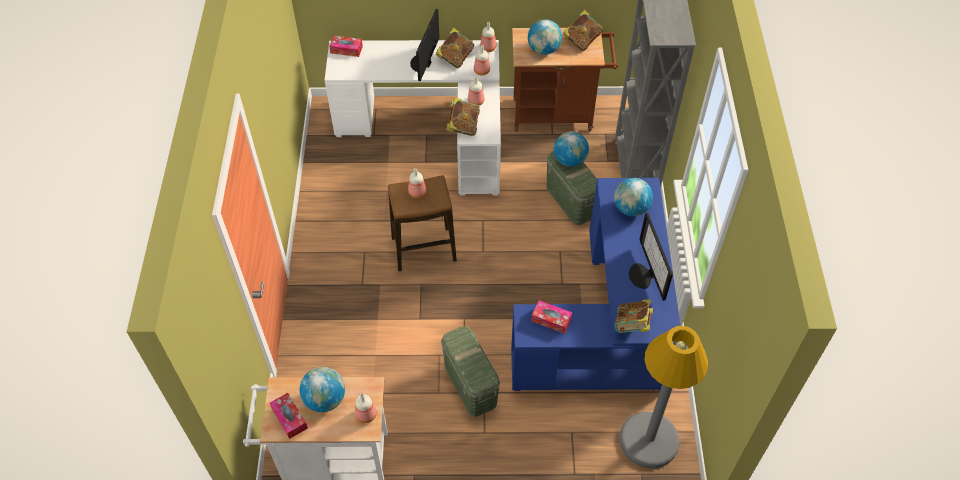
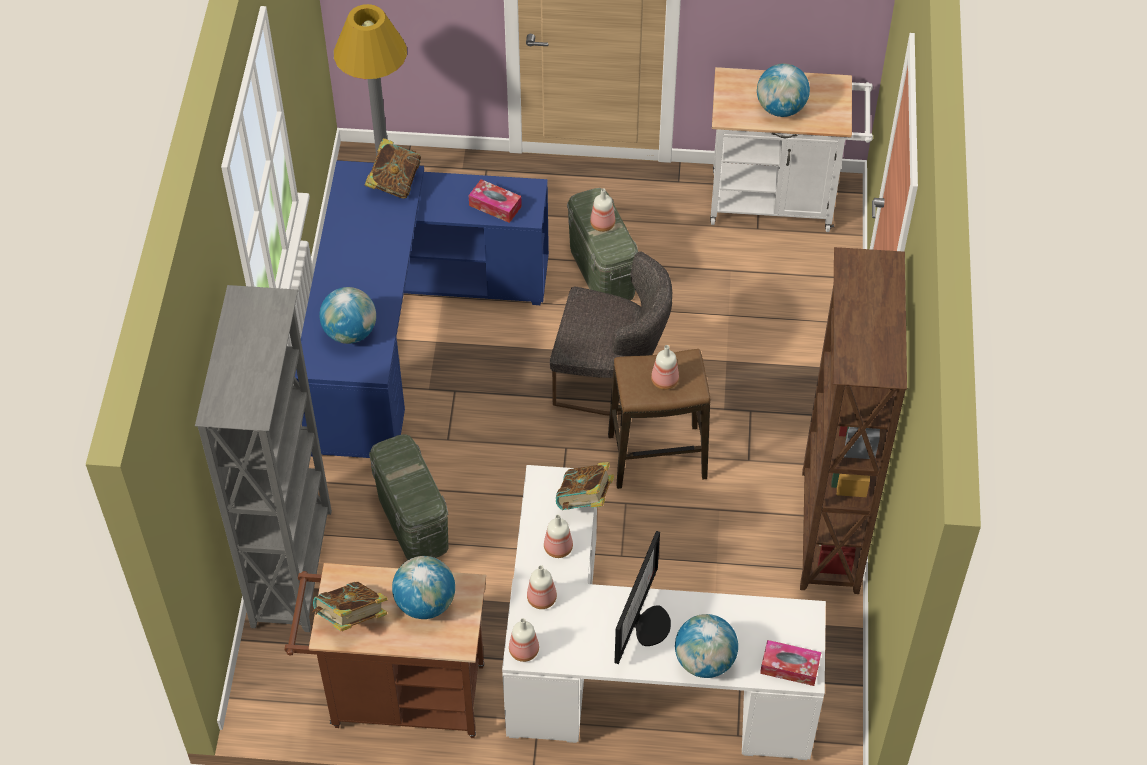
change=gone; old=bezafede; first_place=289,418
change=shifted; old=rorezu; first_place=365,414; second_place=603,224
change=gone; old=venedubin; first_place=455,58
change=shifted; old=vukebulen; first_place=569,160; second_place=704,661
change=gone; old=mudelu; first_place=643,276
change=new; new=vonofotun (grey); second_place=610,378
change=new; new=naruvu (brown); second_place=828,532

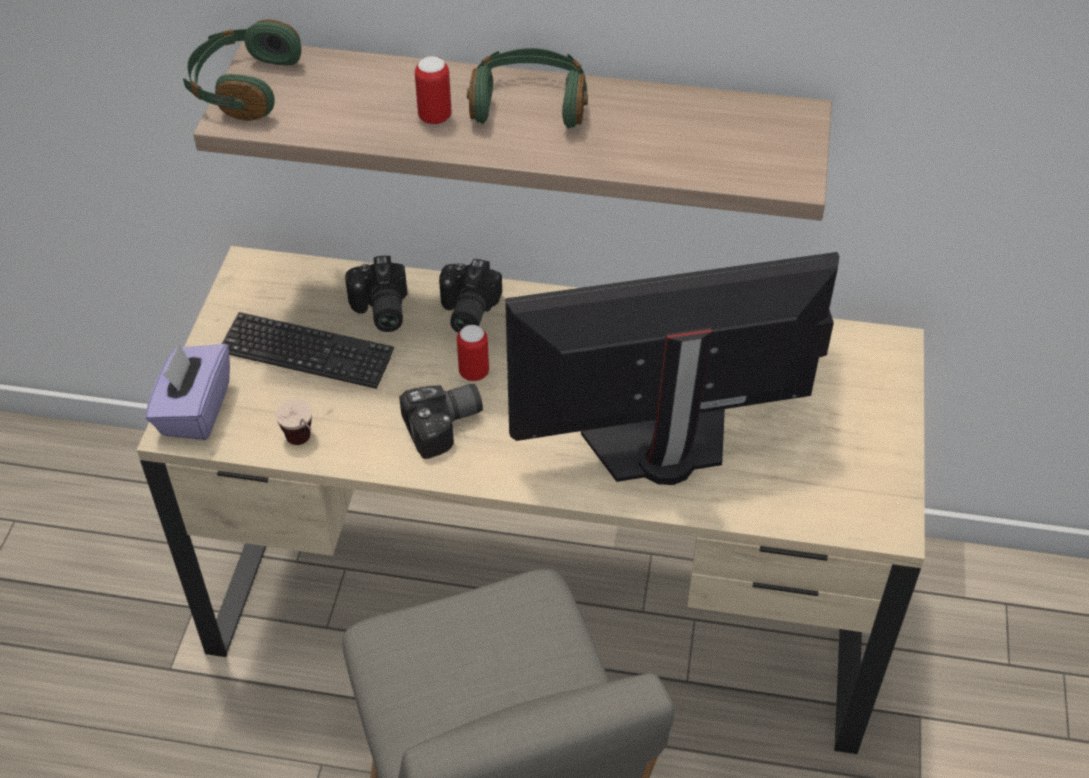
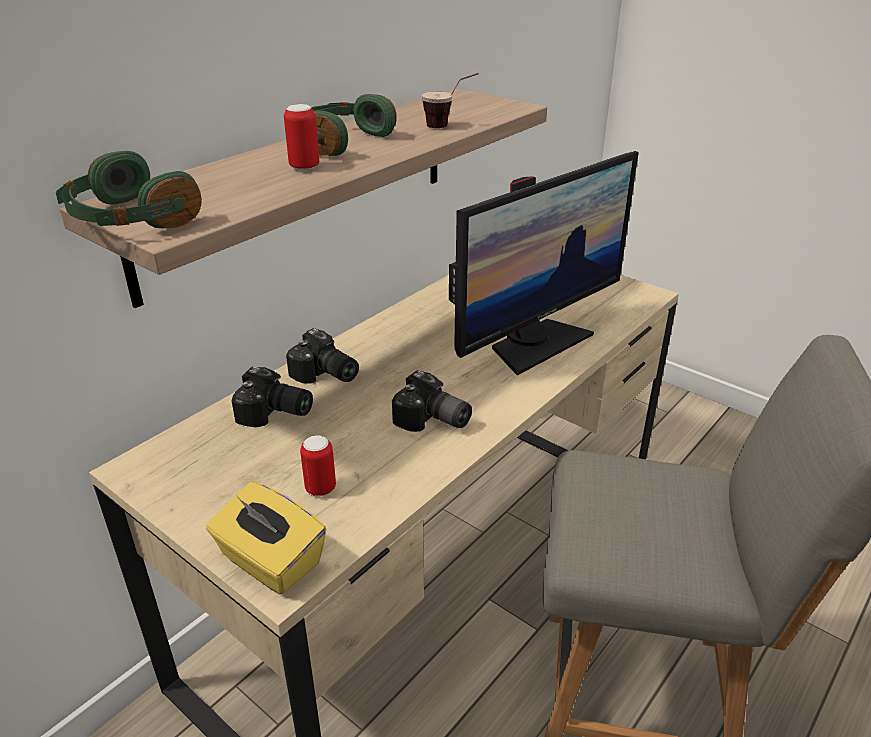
change=repainted; old=bezafede (purple); new=bezafede (yellow); first_place=194,410; second_place=270,561
change=gone; old=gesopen; first_place=306,353
change=shifted; old=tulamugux; first_place=304,446; second_place=449,126
change=rotated; old=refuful; first_place=445,427; second_place=432,421; degrees=120
change=shifted; old=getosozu; first_place=474,373; second_place=320,489
change=rotated; old=mudelu; first_place=662,452; second_place=535,342; degrees=-150

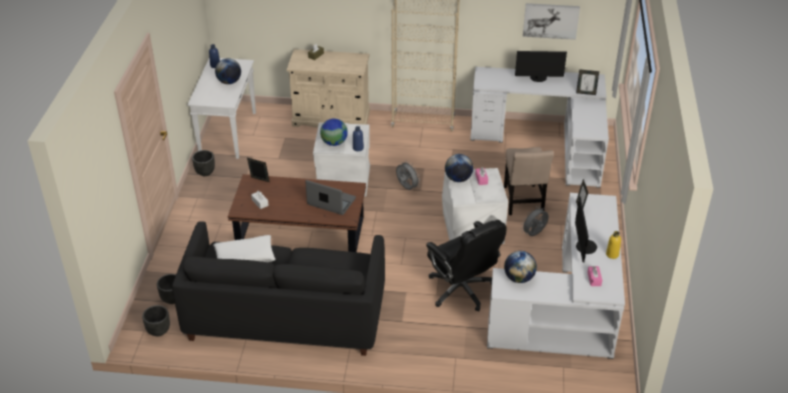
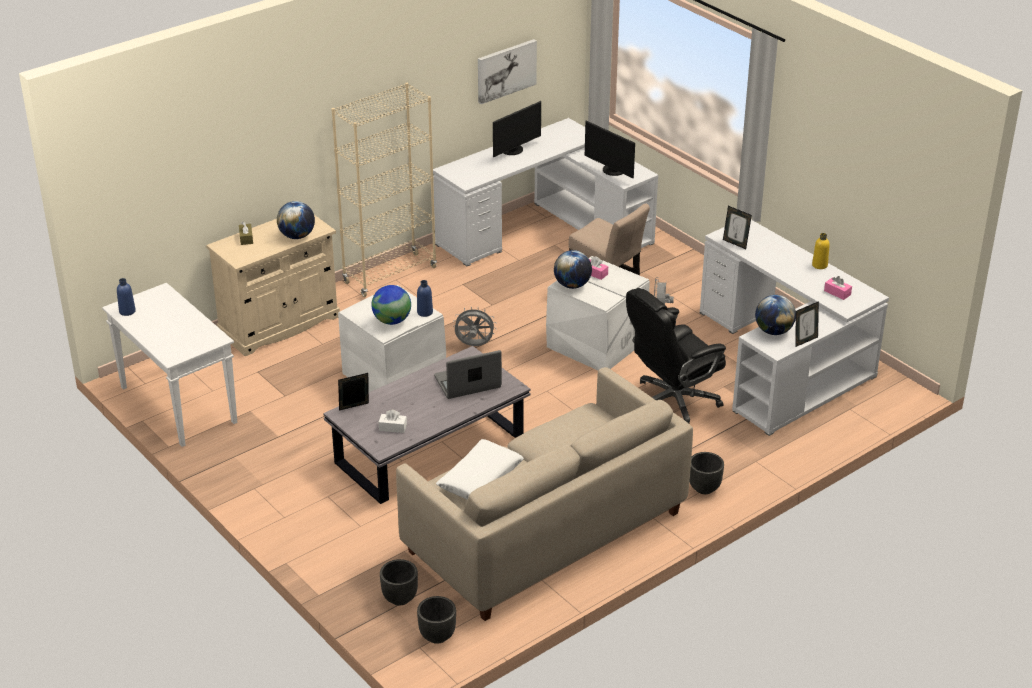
change=repainted; old=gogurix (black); new=gogurix (beige); first_place=285,315; second_place=545,532
change=shifted; old=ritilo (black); first_place=205,173; second_place=704,488
change=shifted; old=vukebulen; first_place=229,82; second_place=297,236
change=repainted; old=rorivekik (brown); new=rorivekik (grey); first_place=300,230; second_place=429,449
change=rotated; old=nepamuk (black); first_place=462,290; second_place=672,403; degrees=135
change=shifted; old=mudelu; first_place=583,247; second_place=612,171
change=shifted; old=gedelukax; first_place=586,93; second_place=805,341

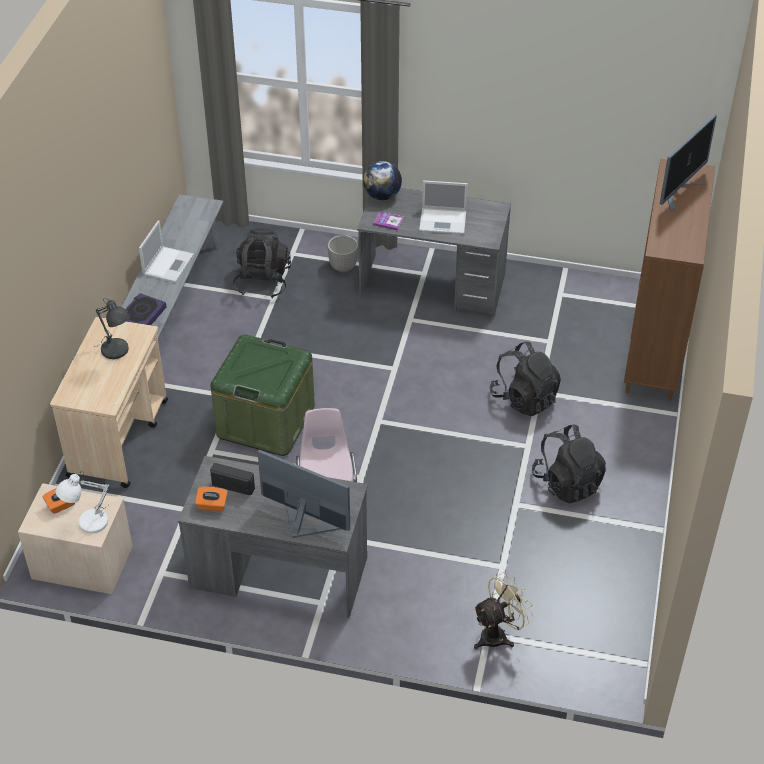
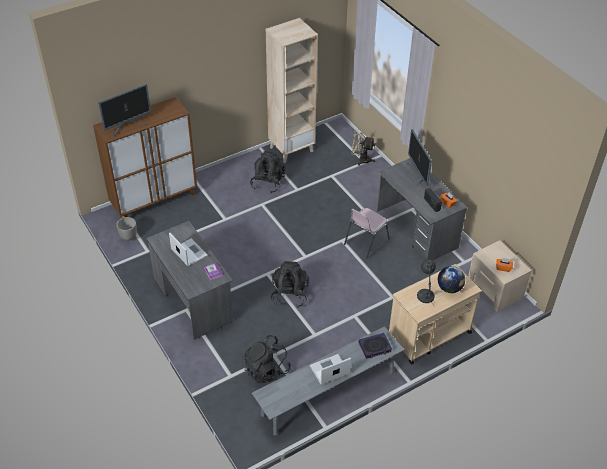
change=gone; old=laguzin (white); first_place=89,523
change=gone; old=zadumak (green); first_place=266,421
change=shifted; old=ritilo; first_place=343,267; second_place=129,236
change=shifted; old=vukebulen; first_place=382,196; second_place=449,288
change=shifted; old=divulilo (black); first_place=524,398; second_place=289,294
change=rotated; old=mudelu; first_place=679,191; second_place=127,125; degrees=150
change=new; new=naruvu (beige); second_place=291,149

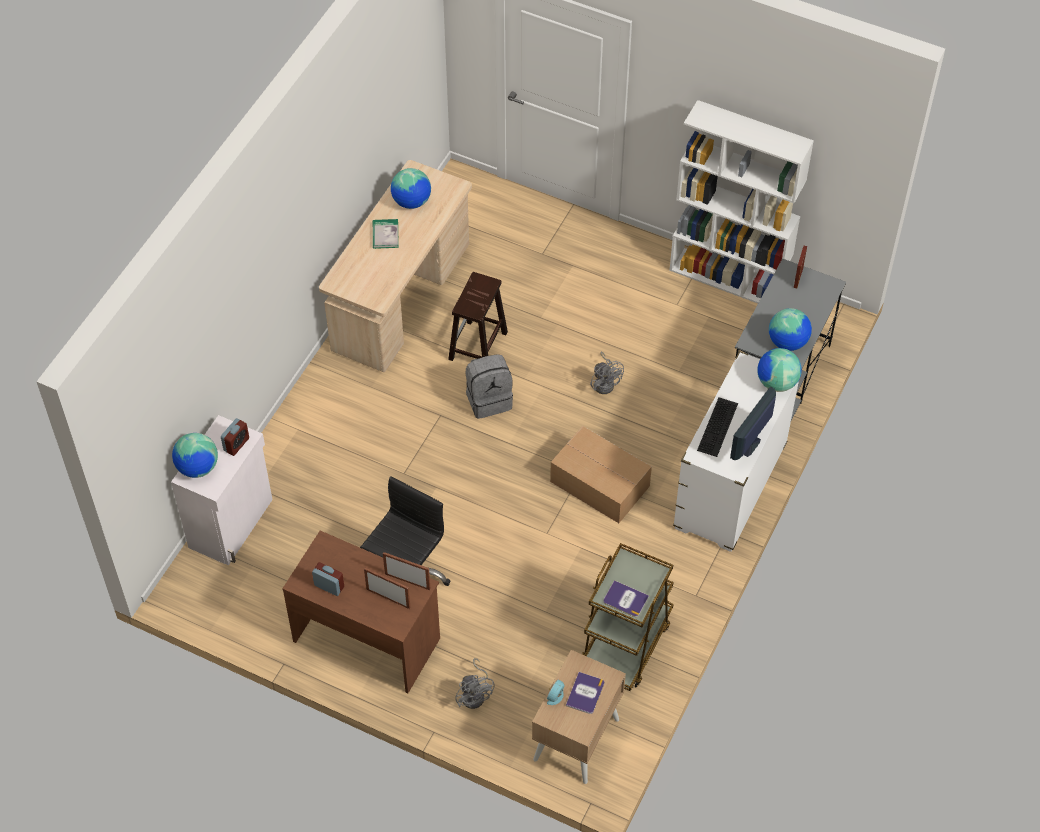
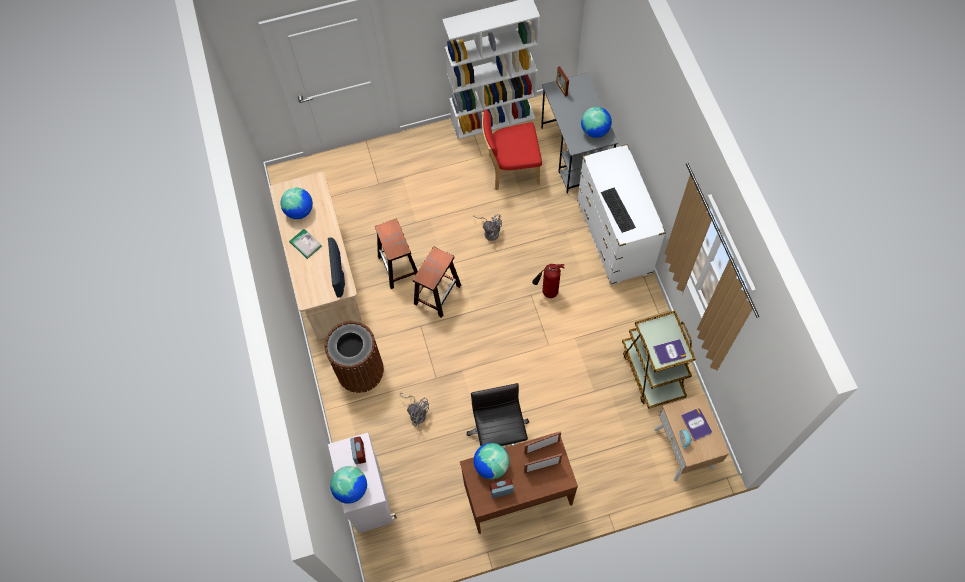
change=shifted; old=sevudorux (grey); first_place=475,694; second_place=417,412
change=swapped; old=divulilo (grey); new=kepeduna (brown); first_place=489,399; second_place=437,294
change=swapped; old=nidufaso; new=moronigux; first_place=600,485; second_place=548,293
change=shifted; old=mudelu; first_place=748,445; second_place=339,280
change=shifted; old=vukebulen; first_place=776,382; second_place=491,465
change=new; new=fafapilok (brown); second_place=360,370
change=new; new=vonofotun (red); second_place=511,170

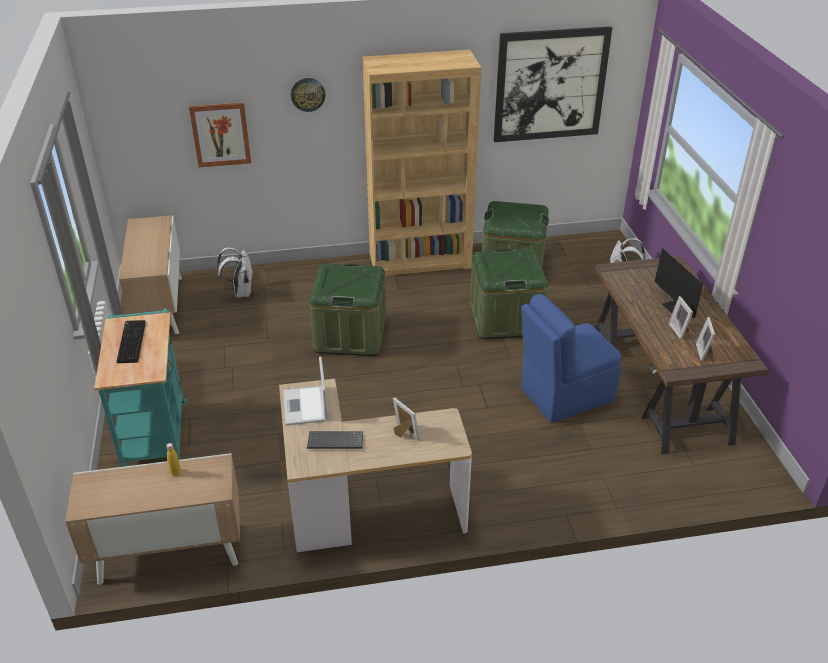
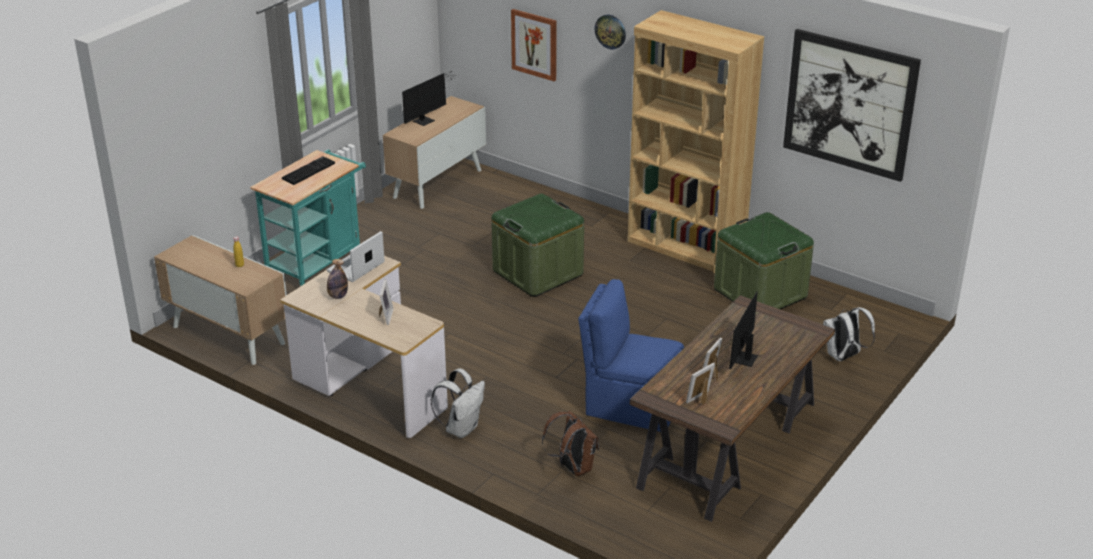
change=shifted; old=divulilo (white); first_place=240,292; second_place=461,428
change=swapped; old=gesopen; new=rorezu; first_place=334,442; second_place=338,296
change=gone; old=zadumak (green); first_place=505,319
change=new; new=mudelu; second_place=426,120
change=new; new=divulilo (brown); second_place=572,468

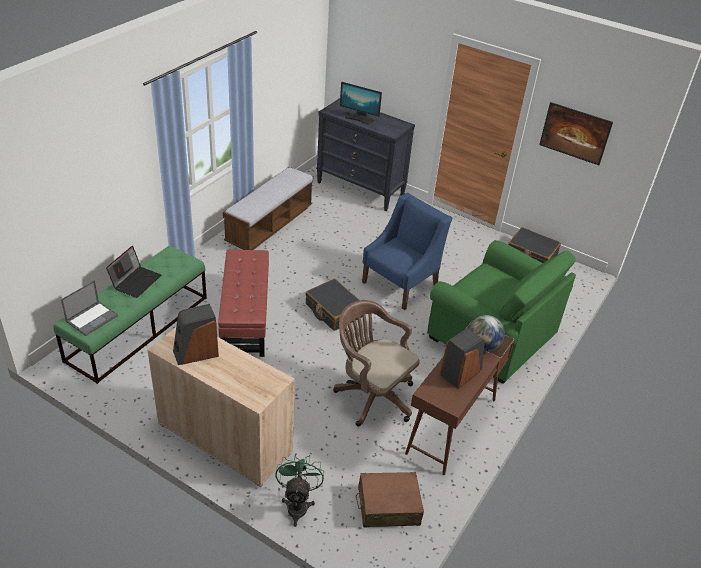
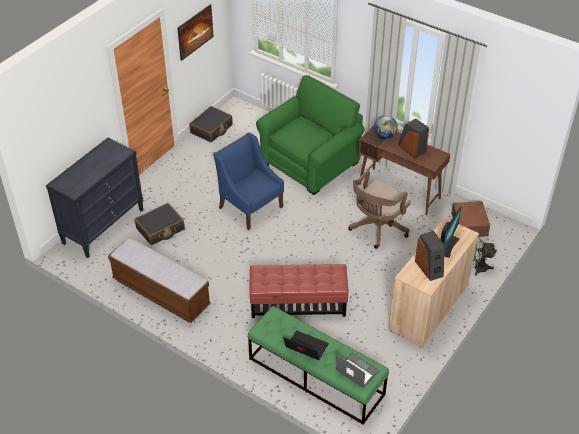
change=shifted; old=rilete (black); first_place=333,311; second_place=160,229
change=shifted; old=mudelu; first_place=359,118; second_place=447,246

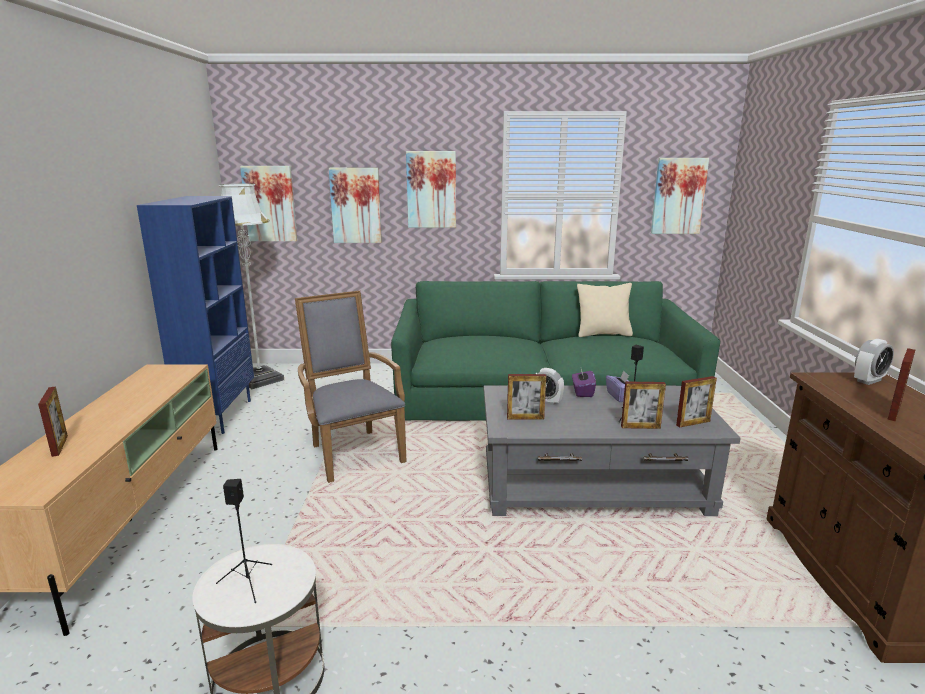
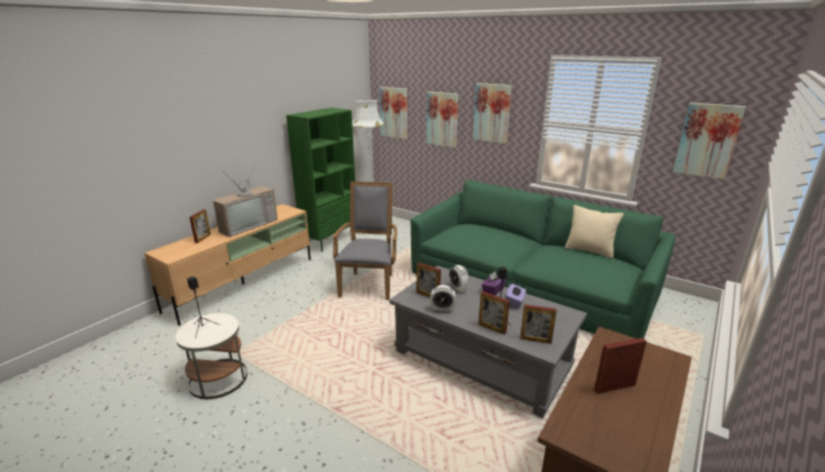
change=repainted; old=naruvu (blue); new=naruvu (green); first_place=219,416; second_place=330,240
change=shifted; old=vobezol; first_place=868,381; second_place=442,310
change=new; new=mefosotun; second_place=247,225

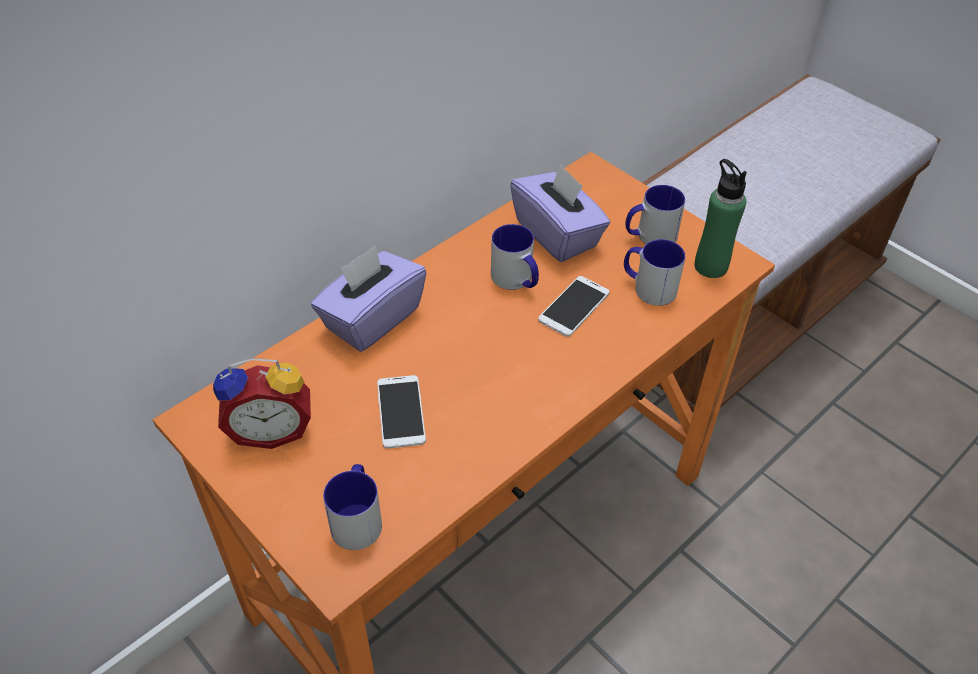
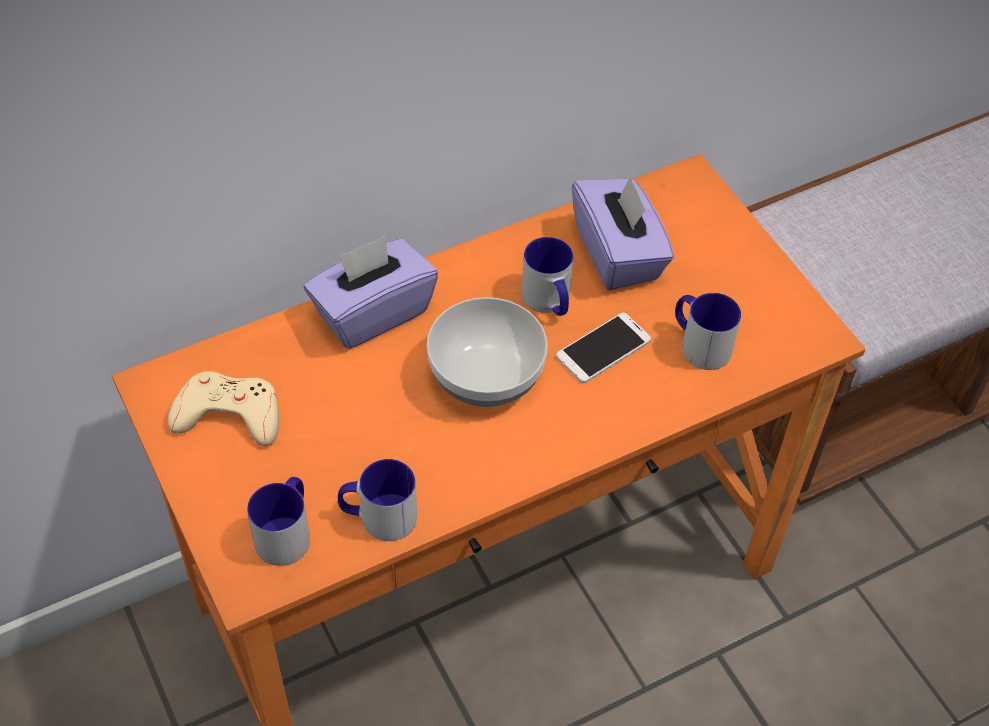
change=swapped; old=vobezol; new=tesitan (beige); first_place=272,429; second_place=228,415
change=gone; old=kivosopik; first_place=401,412
change=shifted; old=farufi; first_place=649,236; second_place=378,517
change=gone; old=rorezu (green); first_place=710,266
change=new; new=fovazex; second_place=487,375

